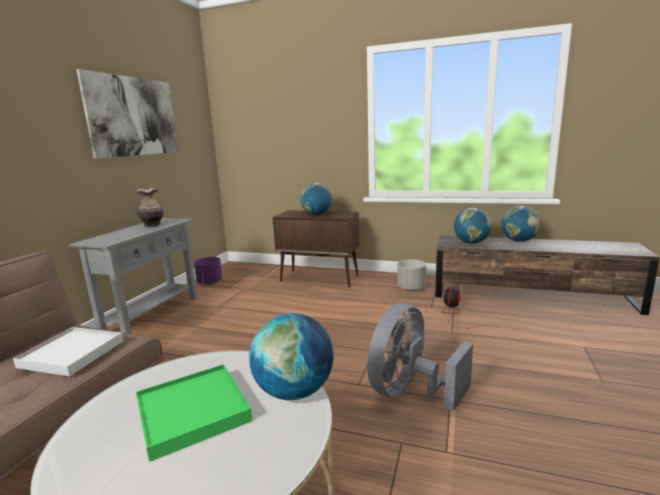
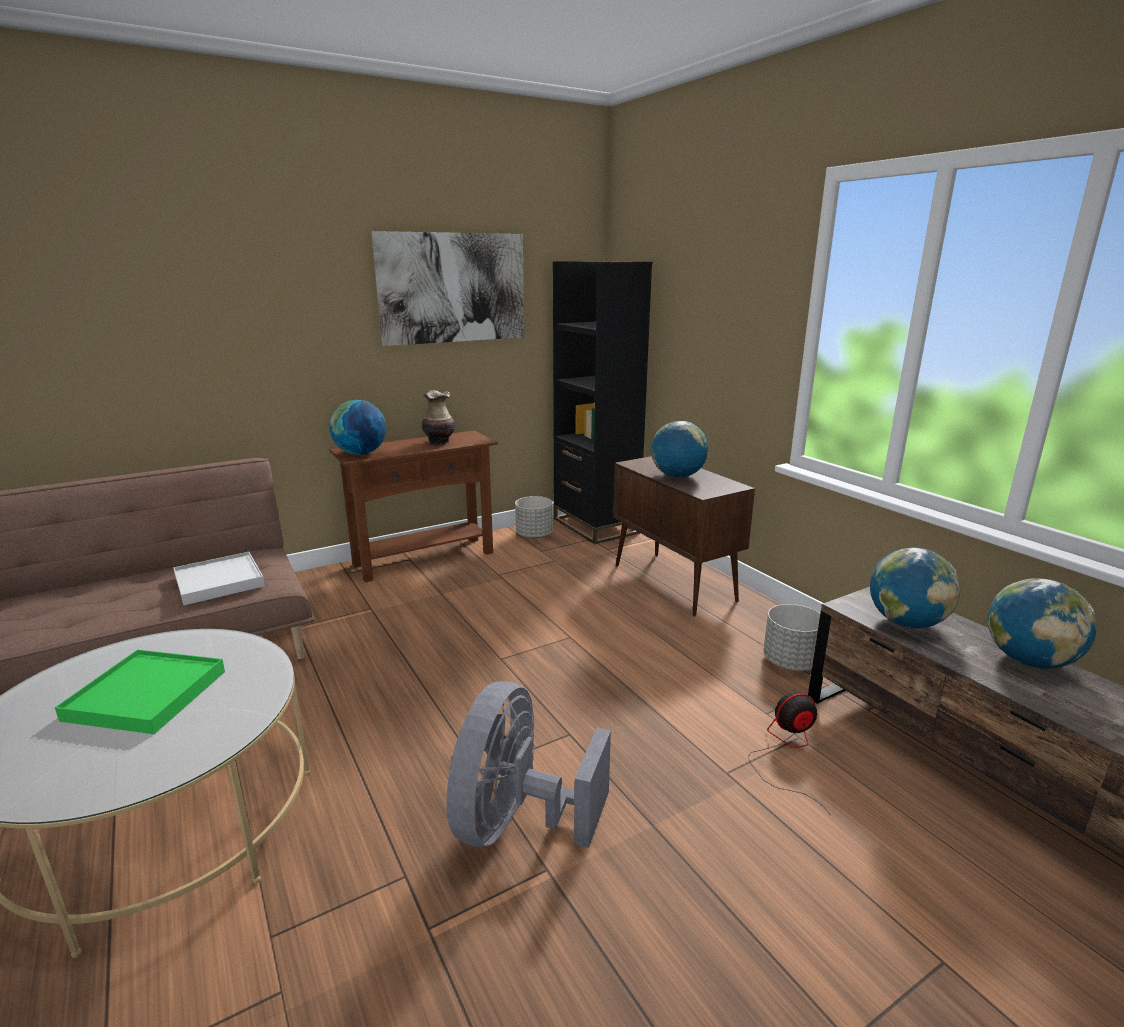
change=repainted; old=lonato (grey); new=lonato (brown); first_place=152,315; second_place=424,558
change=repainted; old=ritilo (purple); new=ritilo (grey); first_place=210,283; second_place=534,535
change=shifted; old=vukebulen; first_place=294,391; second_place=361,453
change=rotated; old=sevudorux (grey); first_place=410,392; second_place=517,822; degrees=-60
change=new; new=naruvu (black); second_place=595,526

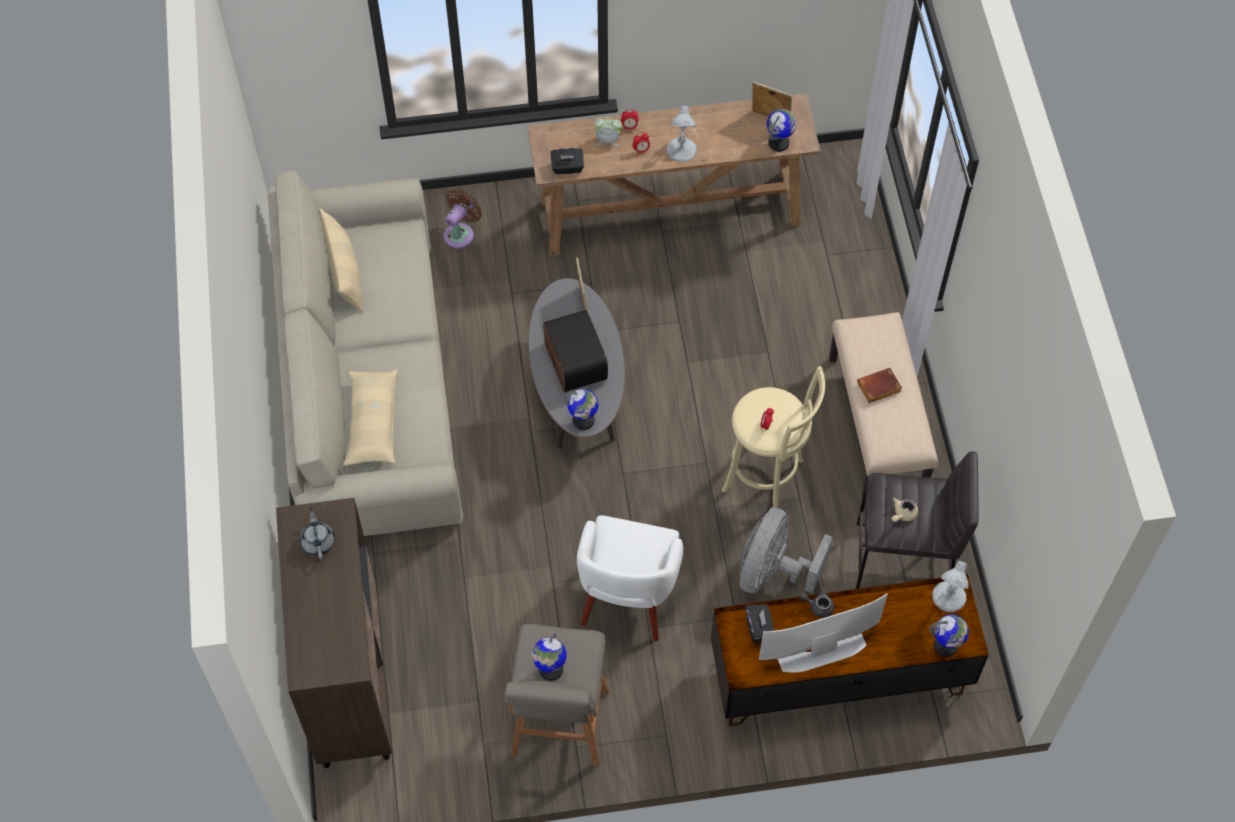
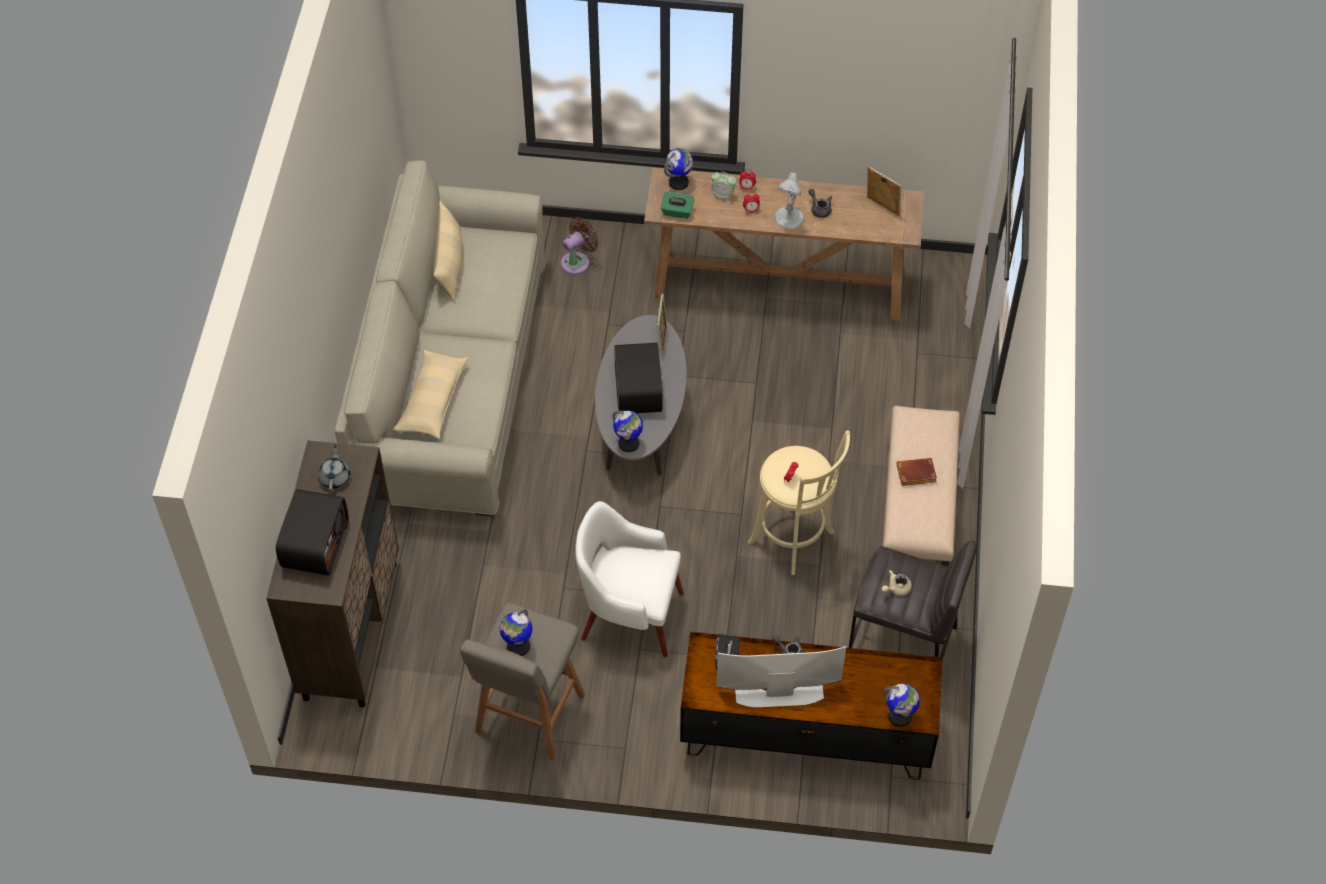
change=repainted; old=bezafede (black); new=bezafede (green); first_place=567,168; second_place=677,212
change=rotated; old=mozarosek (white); first_place=628,595; second_place=629,615; degrees=75
change=gone; old=sevudorux (grey); first_place=772,571
change=shifted; old=vukebulen; first_place=779,143; second_place=679,182
change=gone; old=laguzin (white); first_place=948,598
change=new; new=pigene; second_place=314,544
change=new; new=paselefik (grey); second_place=819,209

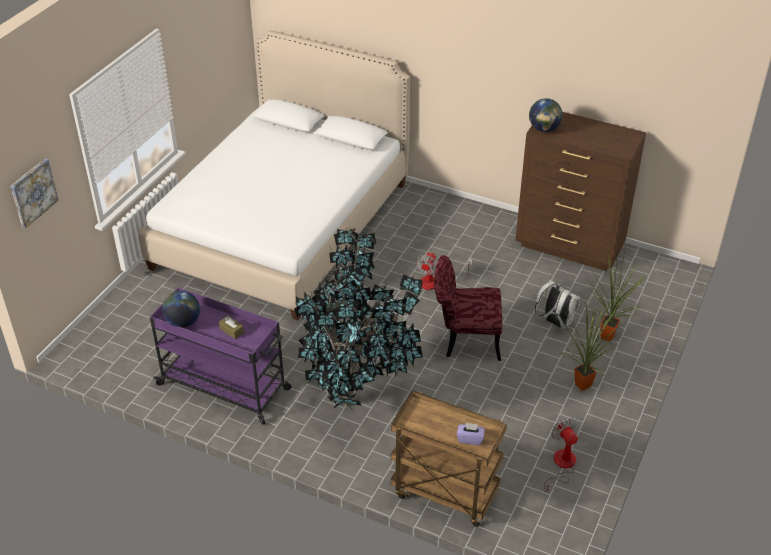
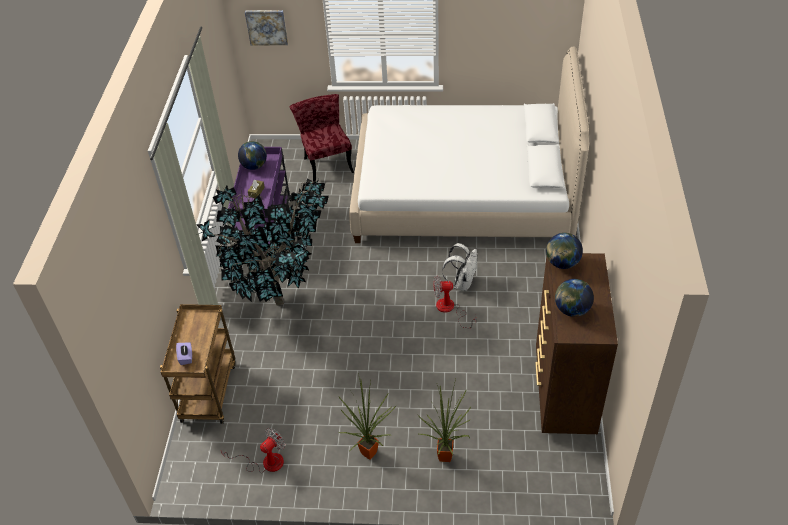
change=shifted; old=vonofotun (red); first_place=465,340; second_place=326,162
change=shifted; old=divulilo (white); first_place=555,322; second_place=462,283
change=new; new=vukebulen; second_place=572,310

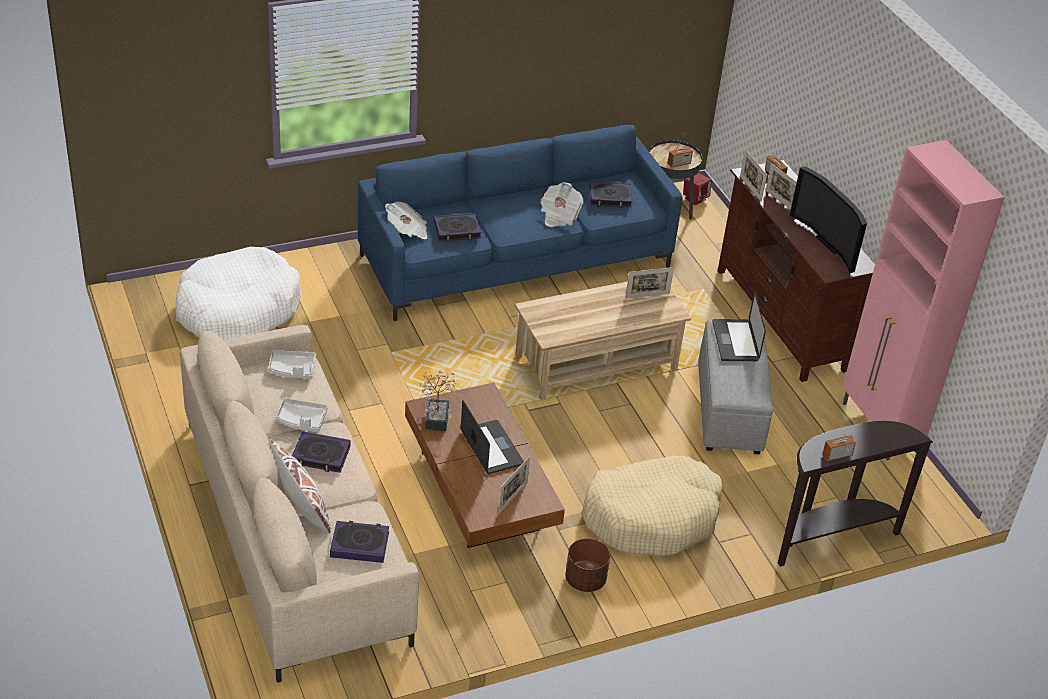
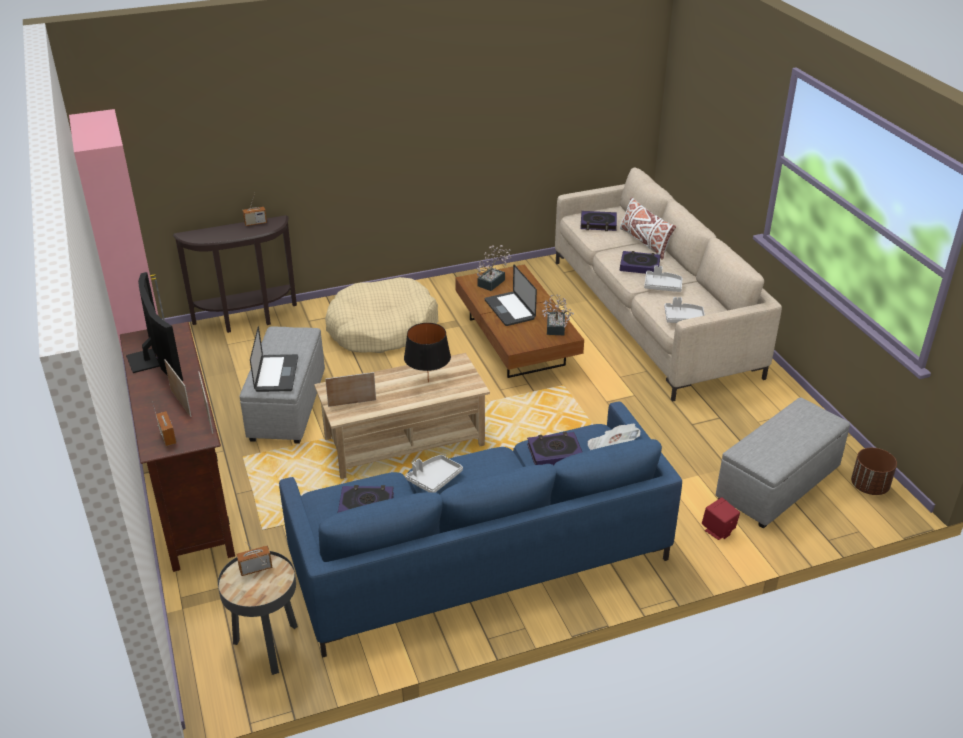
change=swapped; old=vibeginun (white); new=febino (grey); first_place=237,309; second_place=777,485
change=swapped; old=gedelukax; new=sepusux; first_place=512,498; second_place=493,281
change=swapped; old=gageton; new=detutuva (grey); first_place=559,215; second_place=434,478
change=shifted; old=ritilo (brown); first_place=585,580; second_place=869,487
change=shifted; old=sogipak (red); first_place=695,199; second_place=718,531
change=new; new=laguzin (black); second_place=428,382

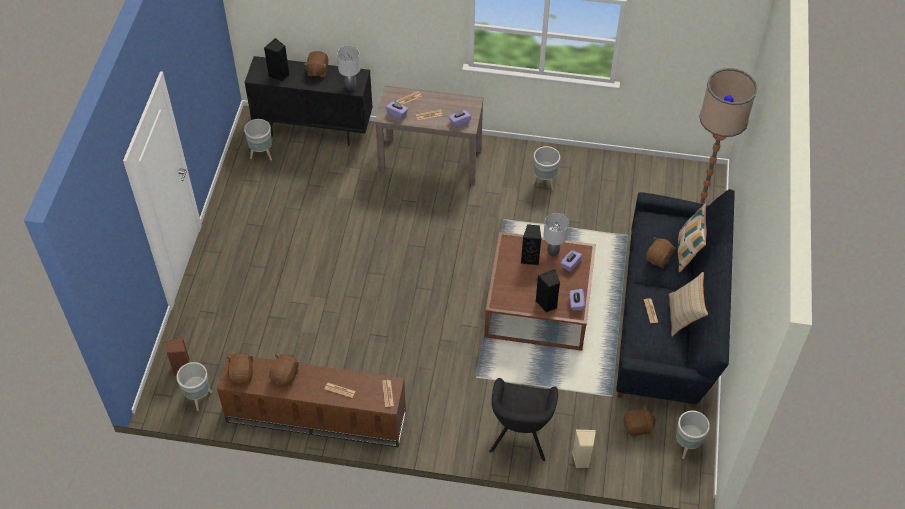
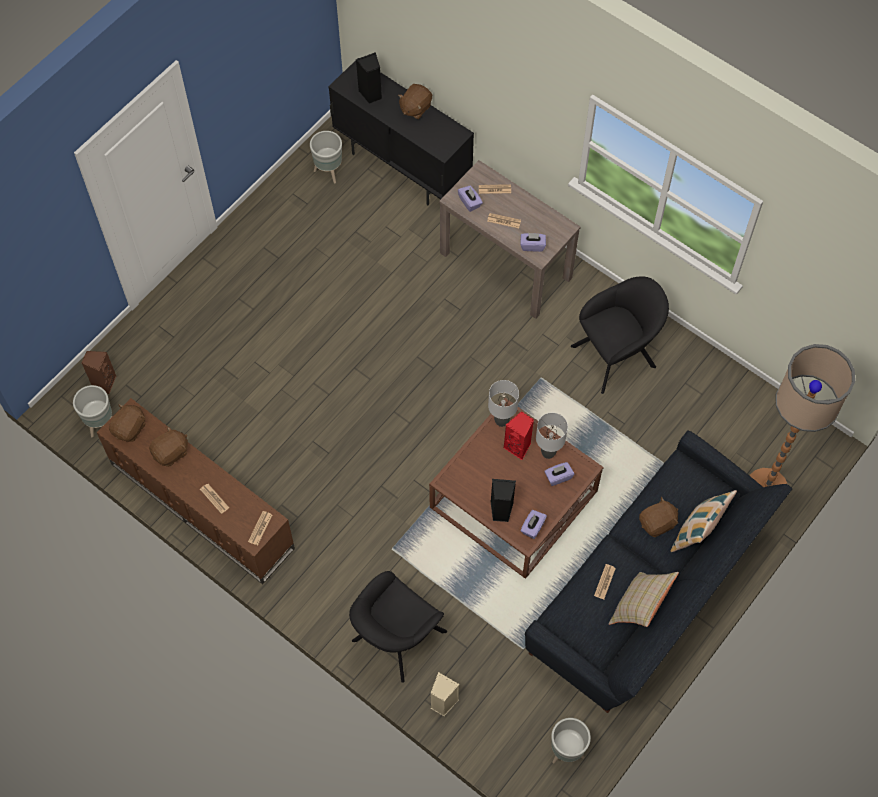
change=shifted; old=laguzin (grey); first_place=351,87; second_place=501,421
change=repainted; old=sogipak (black); new=sogipak (red); first_place=530,258; second_place=518,447
change=swapped; old=ritilo (grey); new=mozarosek (black); first_place=544,182; second_place=617,354
change=gone; old=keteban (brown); first_place=638,427

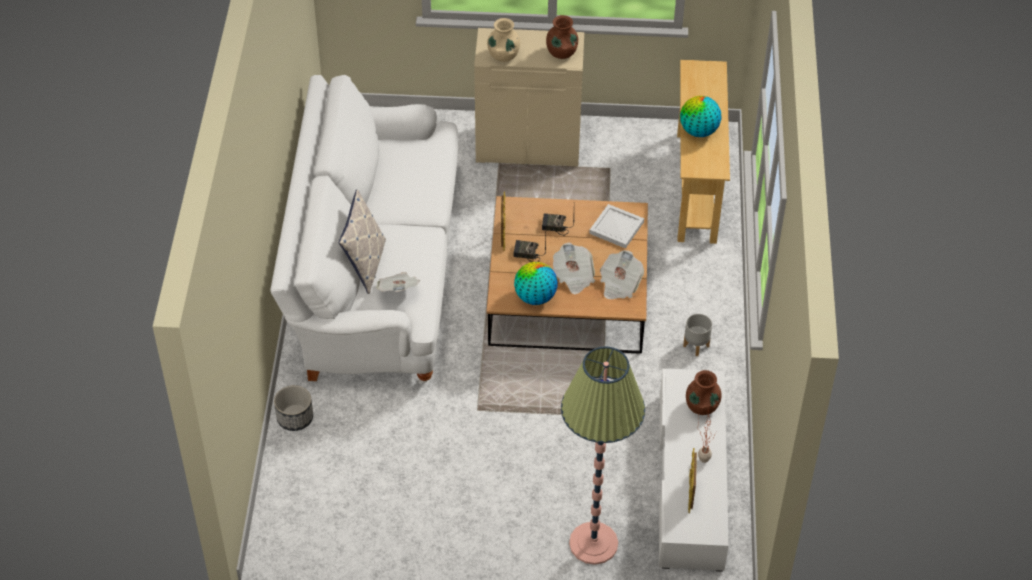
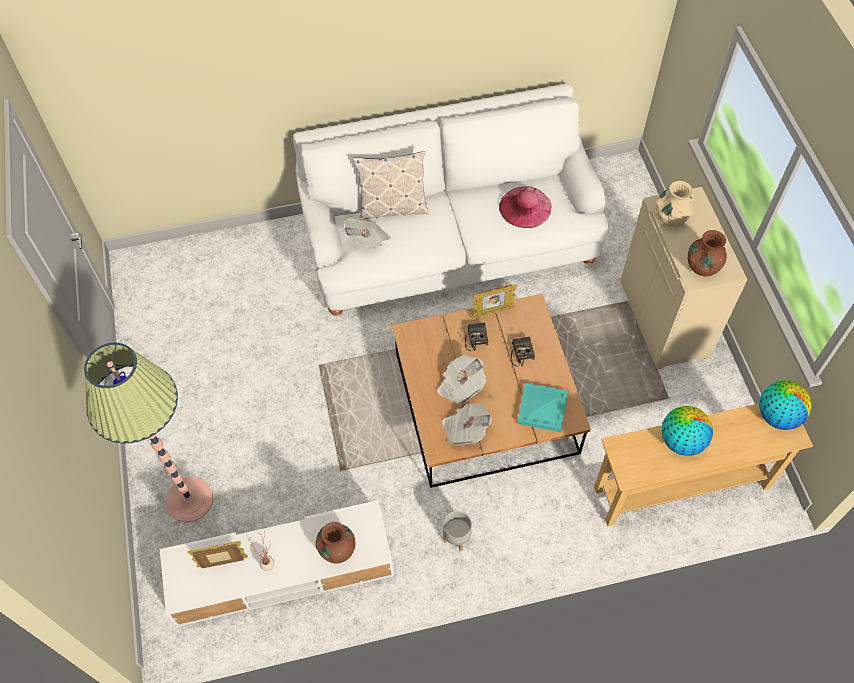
change=gone; old=ritilo; first_place=294,418
change=shifted; old=vukebulen; first_place=535,297; second_place=777,415
change=repainted; old=detutuva (white); new=detutuva (turquoise); first_place=616,227; second_place=543,408
change=new; new=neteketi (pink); second_place=525,207

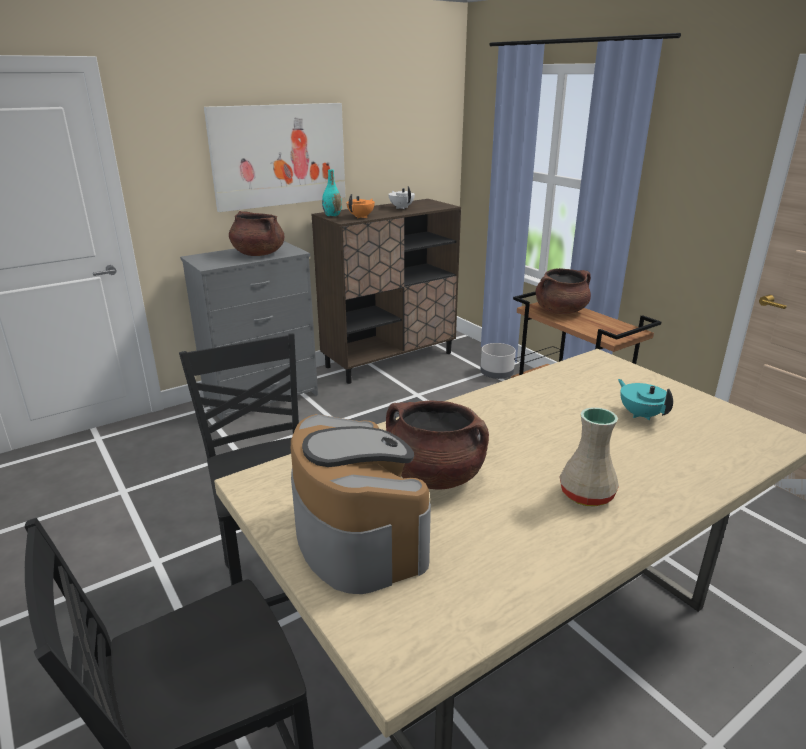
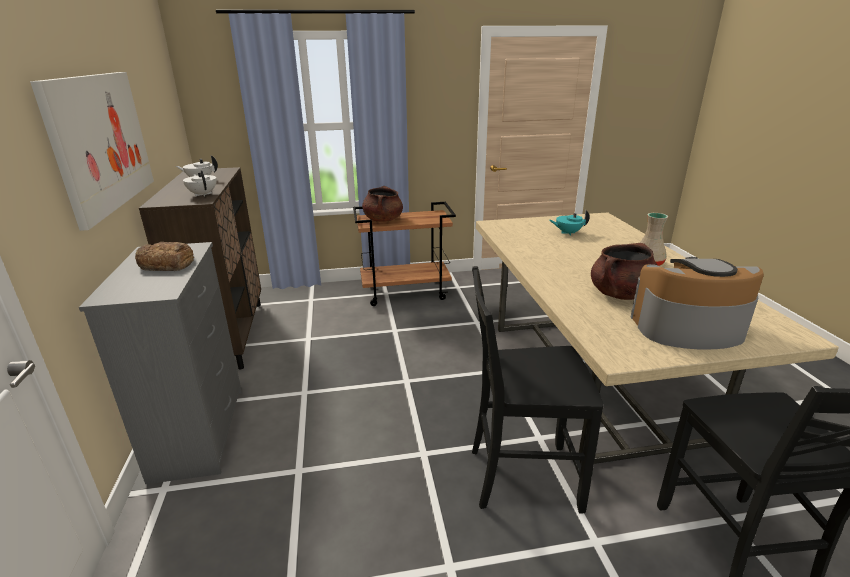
change=swapped; old=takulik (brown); new=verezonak; first_place=258,254; second_place=167,263
change=gone; old=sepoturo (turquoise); first_place=332,215
change=repainted; old=paselefik (orange); new=paselefik (white); first_place=361,217; second_place=203,194
change=gone; old=ritilo (grey); first_place=496,374

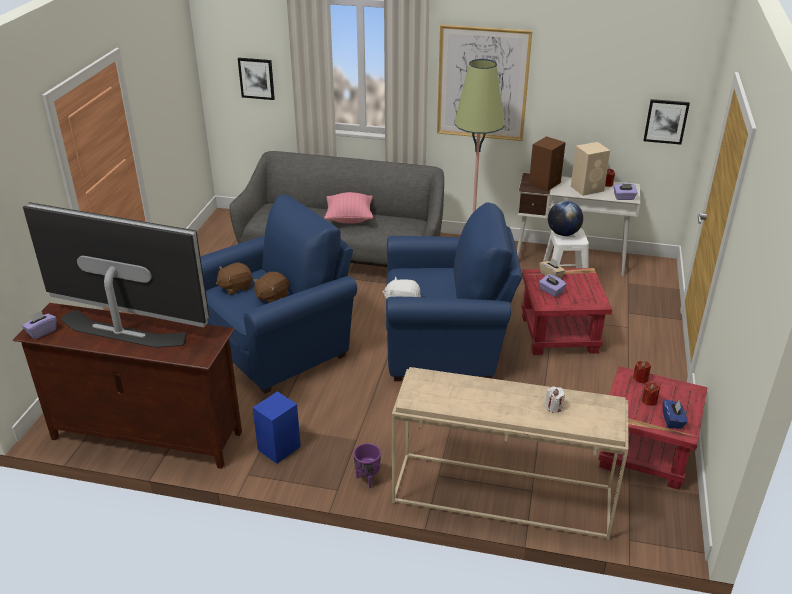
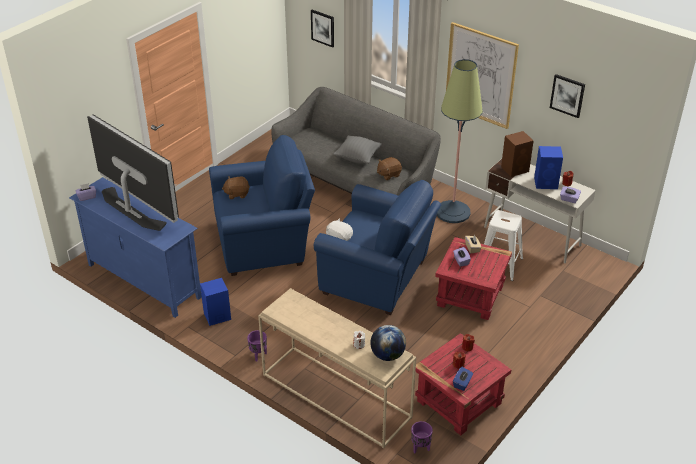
change=repainted; old=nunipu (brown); new=nunipu (blue); first_place=146,436; second_place=143,281
change=shifted; old=keteban (brown); first_place=272,297; second_place=388,174
change=repainted; old=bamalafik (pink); new=bamalafik (grey); first_place=349,218; second_place=358,158
change=shifted; old=vukebulen; first_place=563,233; second_place=387,355
change=repainted; old=sogipak (beige); new=sogipak (blue); first_place=587,188; second_place=546,183
change=shifted; old=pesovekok; first_place=666,121; second_place=567,95
change=new; new=ritilo (purple); second_place=421,448

